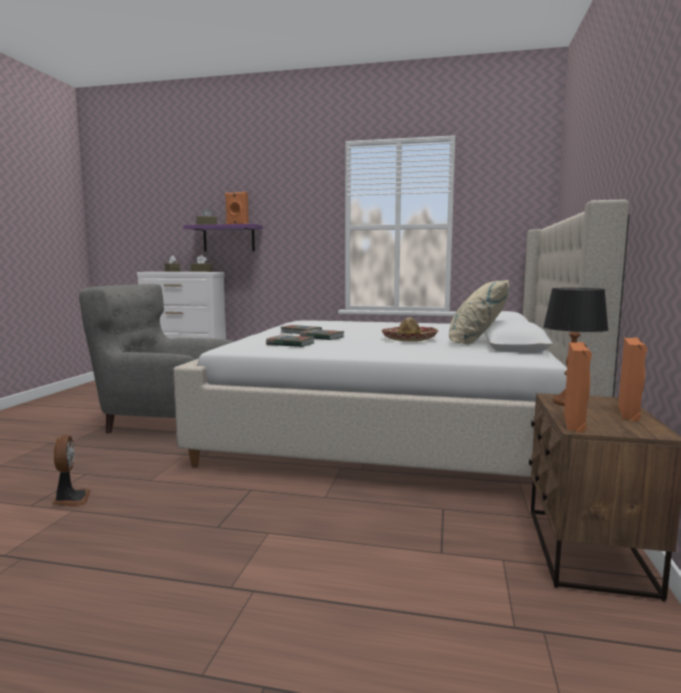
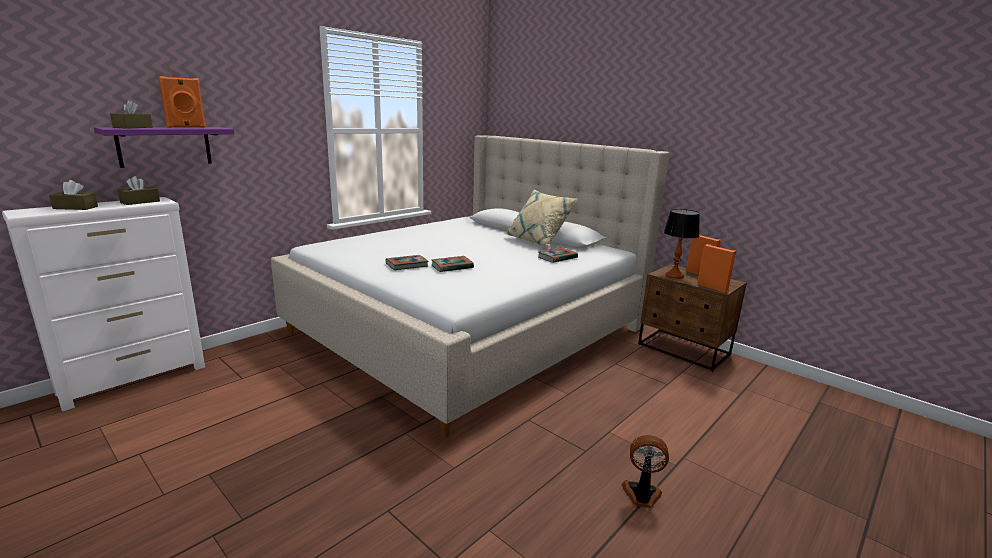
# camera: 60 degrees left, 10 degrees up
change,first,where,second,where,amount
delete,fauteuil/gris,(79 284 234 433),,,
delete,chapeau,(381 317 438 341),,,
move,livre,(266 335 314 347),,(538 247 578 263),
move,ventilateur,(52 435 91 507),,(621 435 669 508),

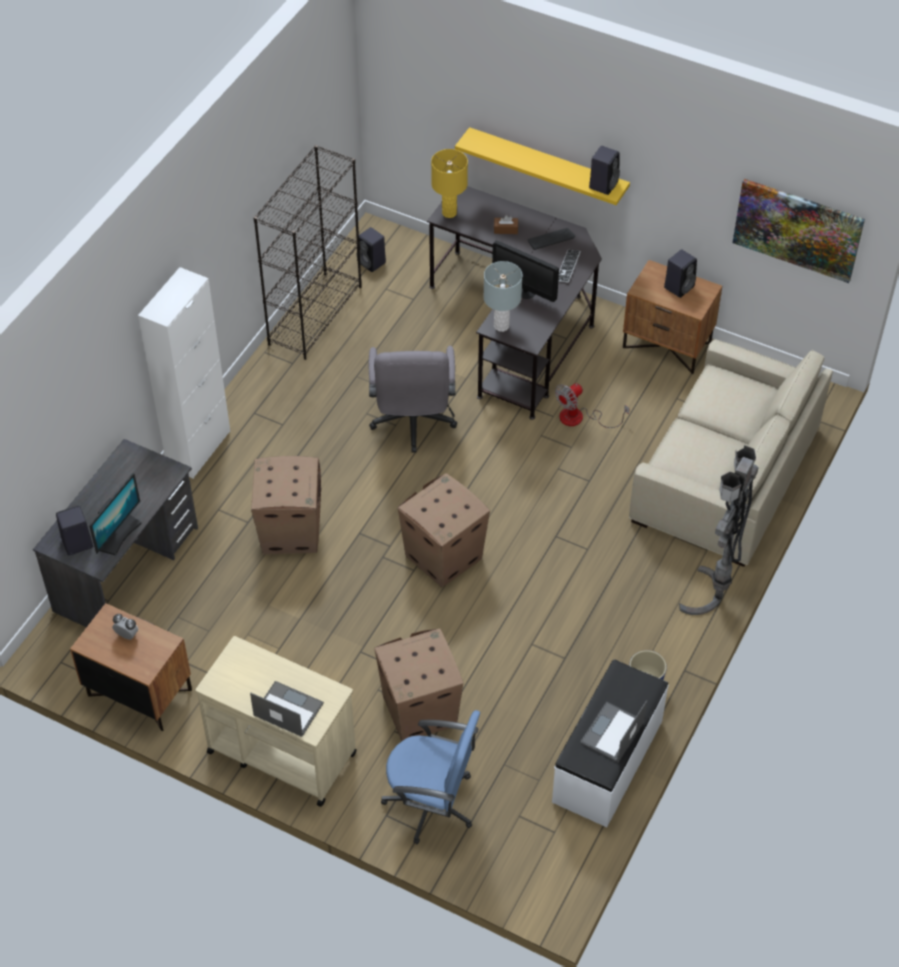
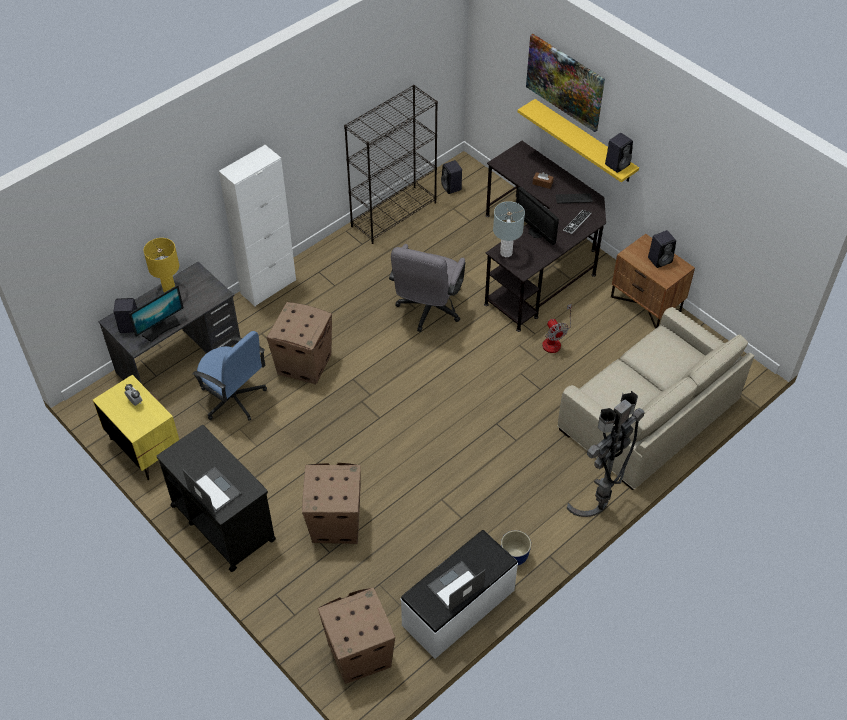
# camera: 20 degrees right, 0 degrees up
change,first,where,second,where,amount
move,lampe de table/jaune,(431 149 468 218),,(144 238 179 293),
move,tableau,(733 179 865 283),,(526 34 605 132),
rotate,ventilateur,(555 383 630 428),,(542 304 572 353),90 degrees counterclockwise
move,carton,(398 473 490 587),,(318 588 395 684),
recolor,table de chevet/marron,(70 603 192 731),table de chevet/jaune,(93 375 179 480),
recolor,chariot/beige,(195 636 357 807),chariot/noir,(157 425 276 572),
move,chaise de bureau/bleu,(381 710 480 844),,(192 331 267 421),

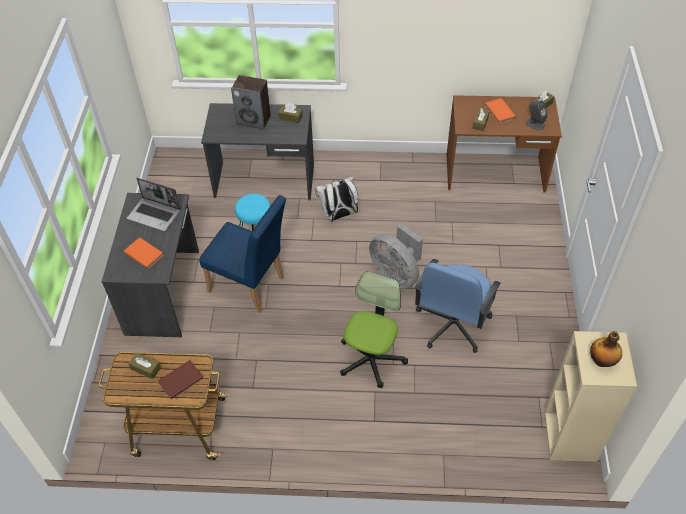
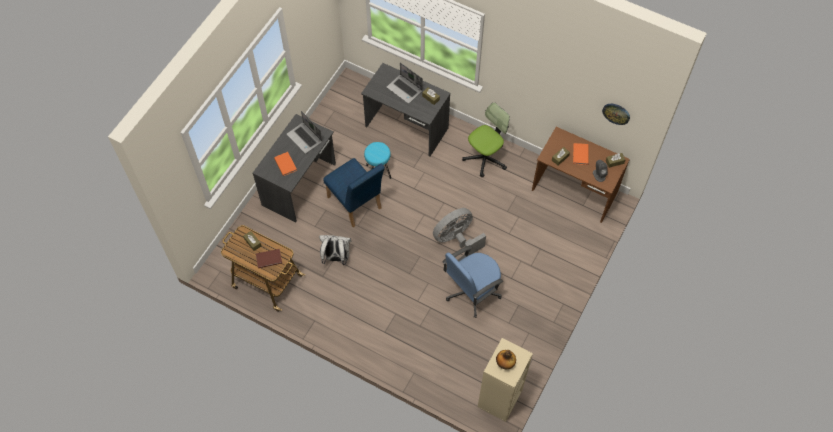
# camera: 25 degrees right, 10 degrees up
change,first,where,second,where,amount
replace,enceinte,(231 75 271 129),ordinateur portable,(387 63 423 104),
move,sac à dos/blanc,(315 177 358 222),,(319 235 352 265),
rotate,ventilateur/gris,(369 223 423 289),,(433 208 486 256),75 degrees clockwise
move,chaise de bureau,(340 271 408 388),,(462 102 510 177),
insert,,,horloge murale,(602 104 630 125),

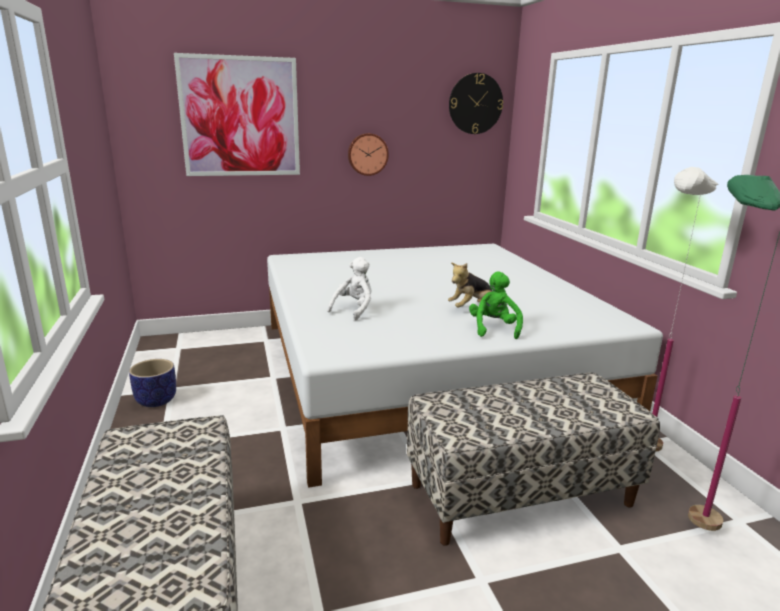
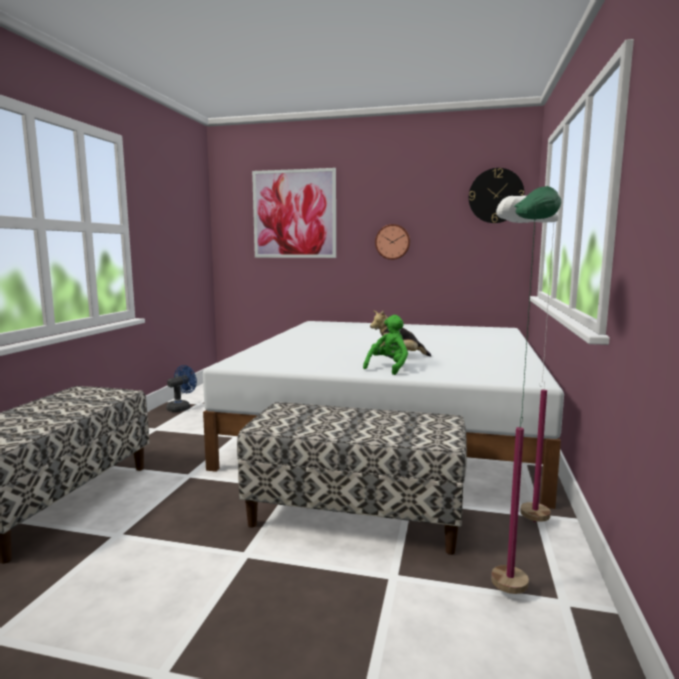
# camera: 30 degrees right, 10 degrees down
change,first,where,second,where,amount
delete,peluche/blanc,(327 257 371 320),,,
replace,cache-pot,(129 359 176 407),ventilateur/bleu,(166 365 197 412),

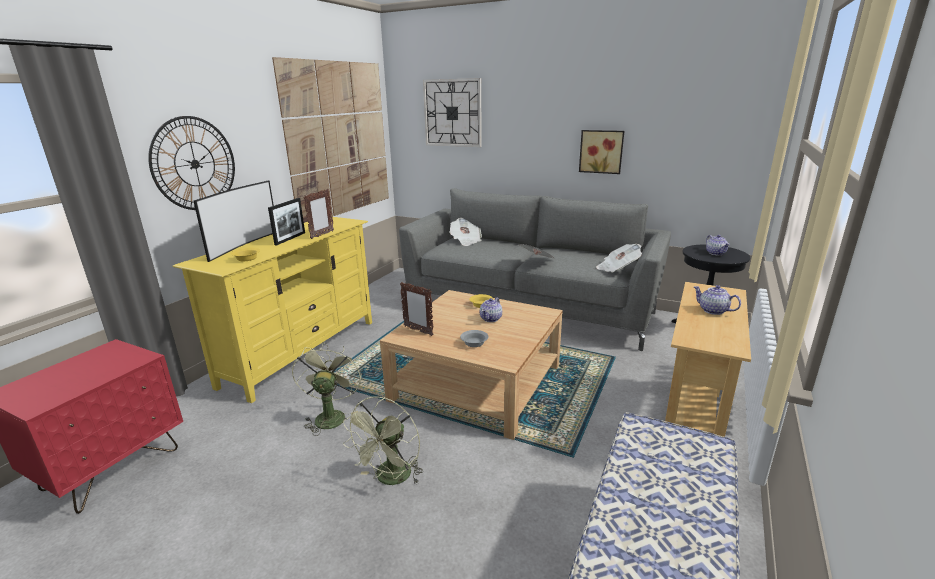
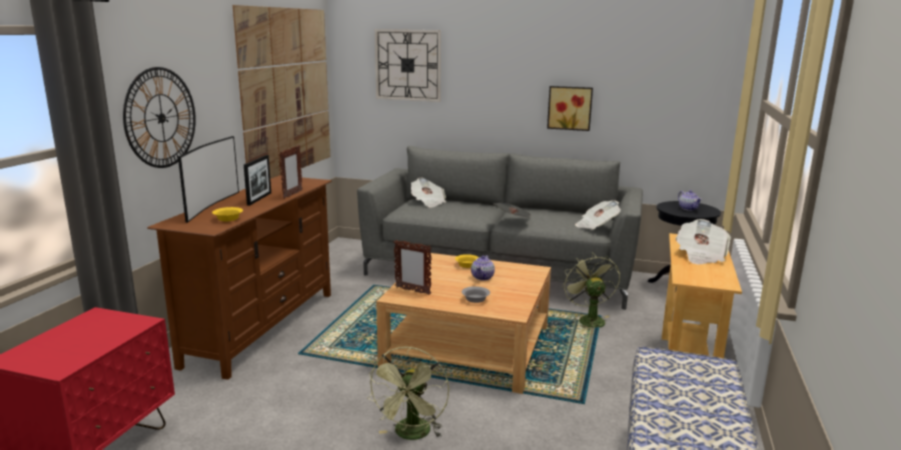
# camera: 10 degrees left, 5 degrees down
change,first,where,second,where,amount
recolor,meuble télé/jaune,(172 217 372 403),meuble télé/marron,(147 176 332 380),
replace,théière,(694 285 741 315),journal,(676 219 731 264),
move,ventilateur/vert,(292 342 362 436),,(562 253 620 330),

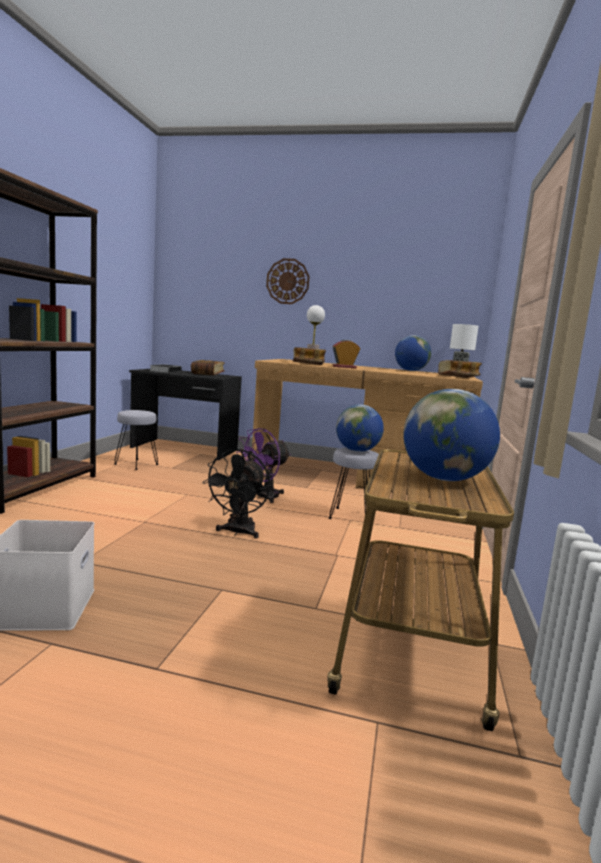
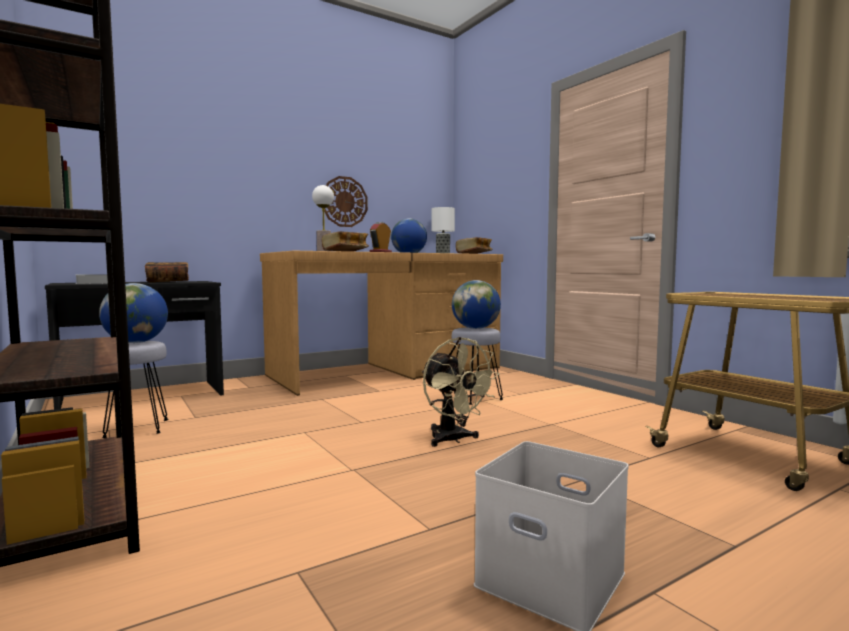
# camera: 45 degrees left, 5 degrees down
change,first,where,second,where,amount
move,horloge murale,(266 258 310 304),,(324 176 368 227),
move,globe,(403 389 500 481),,(99 283 168 343),
delete,ventilateur/violet,(236 428 291 503),,,
recolor,ventilateur/noir,(202 449 270 539),ventilateur/beige,(422 337 500 447),

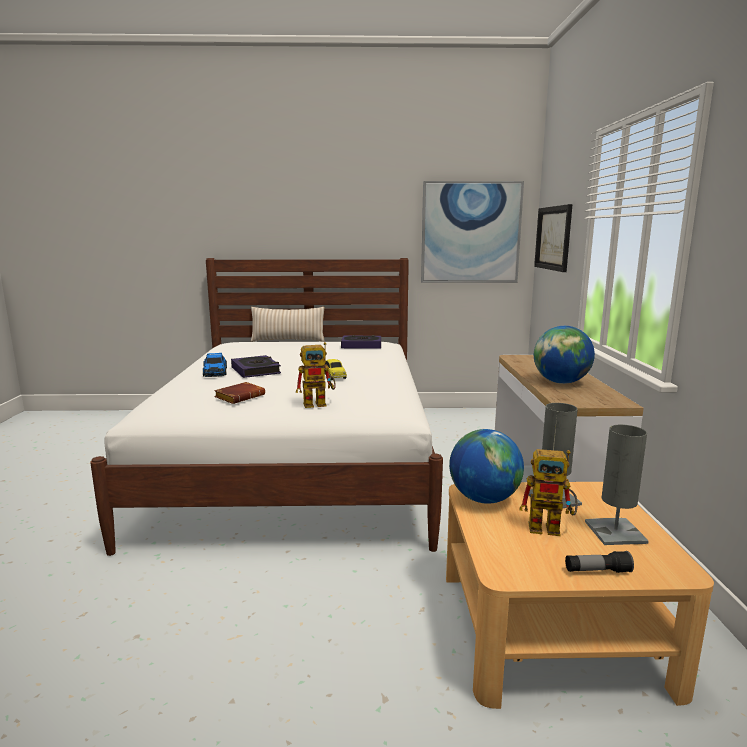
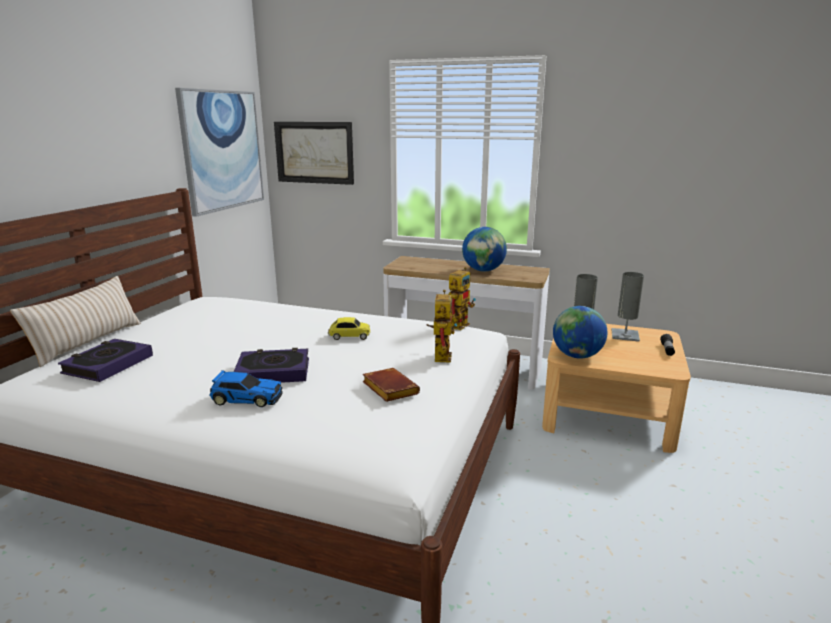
# camera: 70 degrees left, 5 degrees up
change,first,where,second,where,amount
move,livre,(341 335 381 348),,(58 339 153 382),
move,robot jouet,(519 449 577 536),,(449 267 476 330),

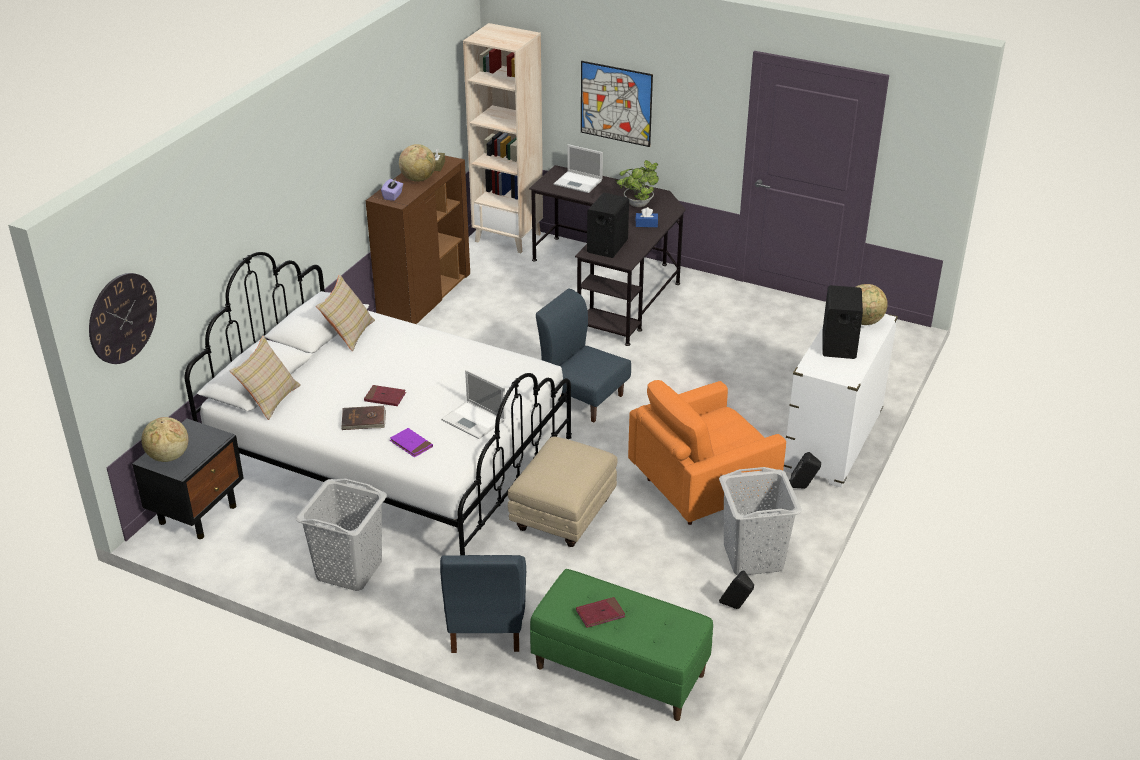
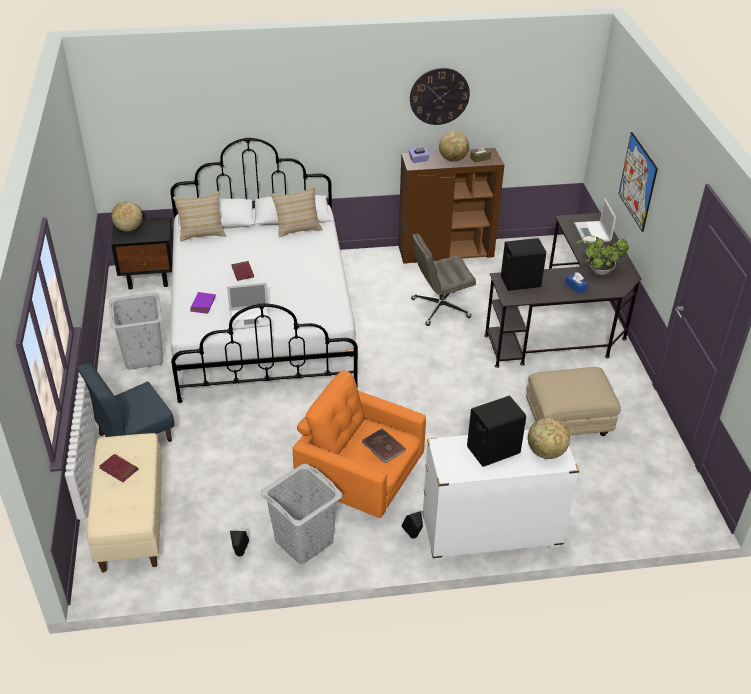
# camera: 55 degrees right, 5 degrees up
change,first,where,second,where,amount
delete,bibliothèque/beige,(463 23 543 253),,,
move,horloge murale,(89 273 157 364),,(410 68 470 125),
delete,chaise/bleu,(536 289 631 422),,,
rotate,ordinateur portable,(441 370 506 439),,(227 282 272 330),105 degrees counterclockwise
move,livre/marron,(341 406 386 430),,(362 428 406 463),
move,pouf/beige,(508 436 617 547),,(526 367 621 436),
recolor,banc/vert,(530 569 713 721),banc/beige,(87 433 162 572),
insert,,,chaise de bureau/gris,(411 233 476 326),

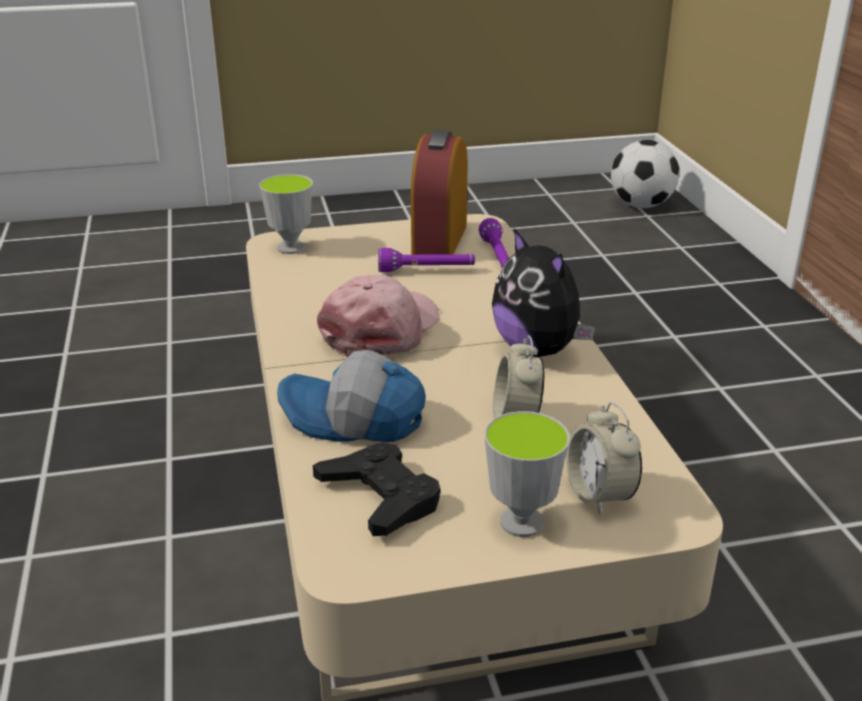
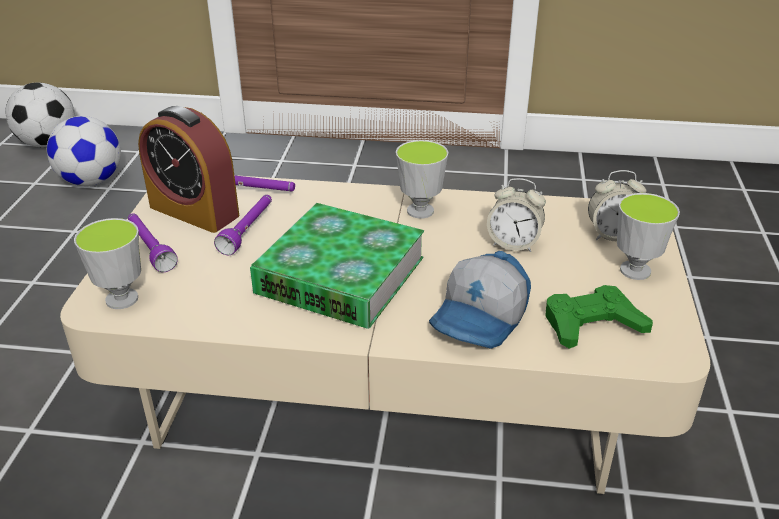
# camera: 70 degrees left, 5 degrees up
change,first,where,second,where,amount
replace,peluche,(492 228 595 357),tasse,(396 140 448 219),
replace,casquette/rose,(317 275 440 357),livre,(250 203 424 329),
recolor,manette/noir,(313 441 440 536),manette/vert,(545 285 653 349),
insert,,,ballon de foot,(47 116 121 186),
insert,,,lampe de poche/violet,(128 214 178 272),

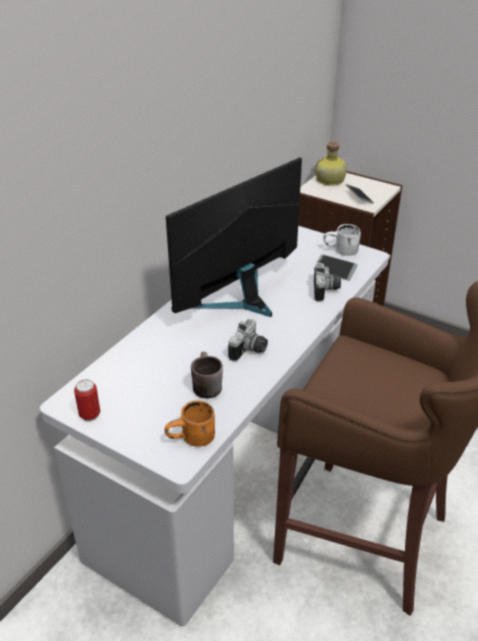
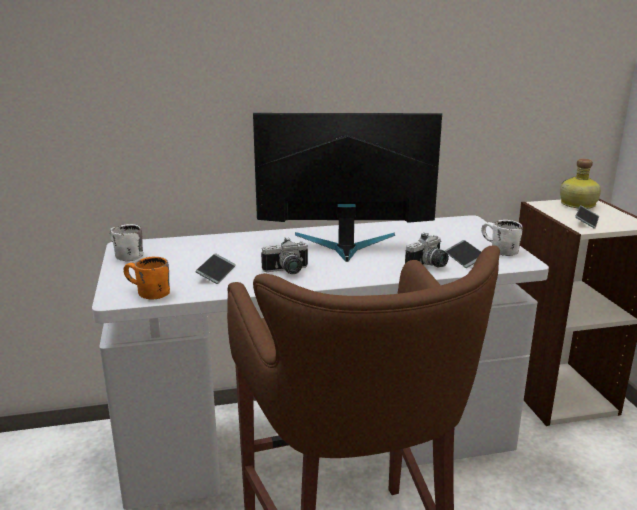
# camera: 45 degrees right, 15 degrees down
change,first,where,second,where,amount
replace,mug/marron,(191 352 223 398),téléphone,(195 253 236 284),
replace,boîte métallique,(74 379 100 421),mug/blanc,(109 224 143 261),

